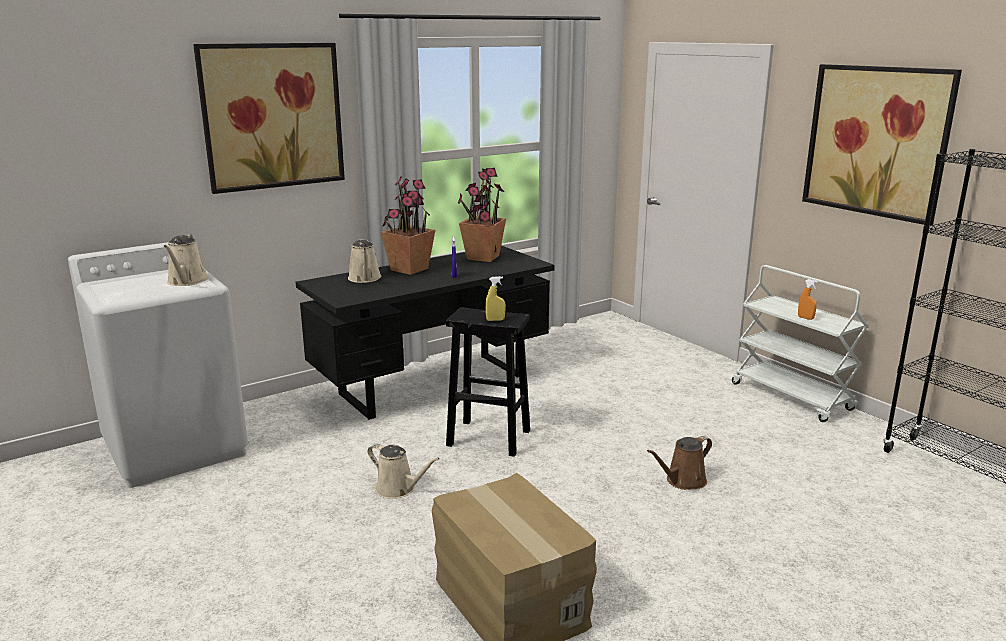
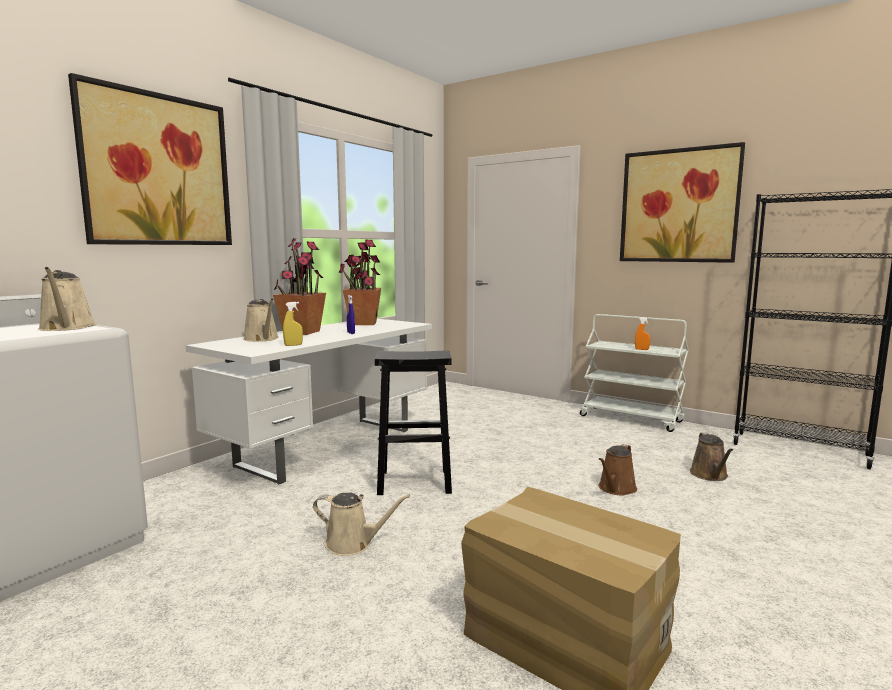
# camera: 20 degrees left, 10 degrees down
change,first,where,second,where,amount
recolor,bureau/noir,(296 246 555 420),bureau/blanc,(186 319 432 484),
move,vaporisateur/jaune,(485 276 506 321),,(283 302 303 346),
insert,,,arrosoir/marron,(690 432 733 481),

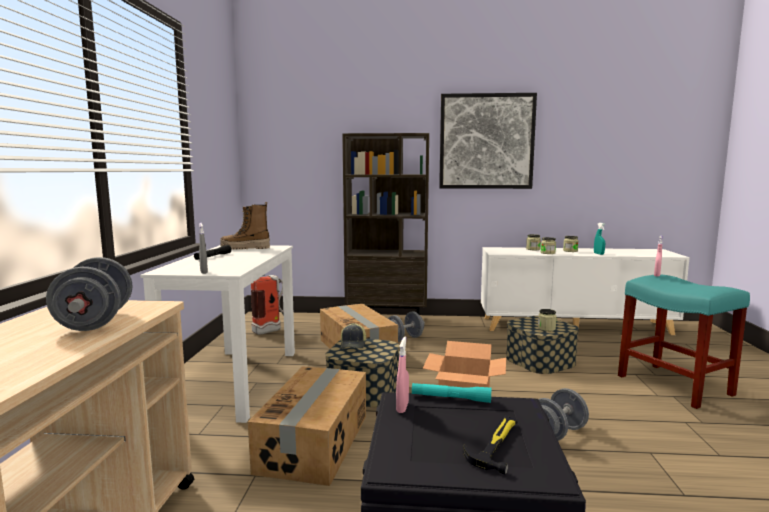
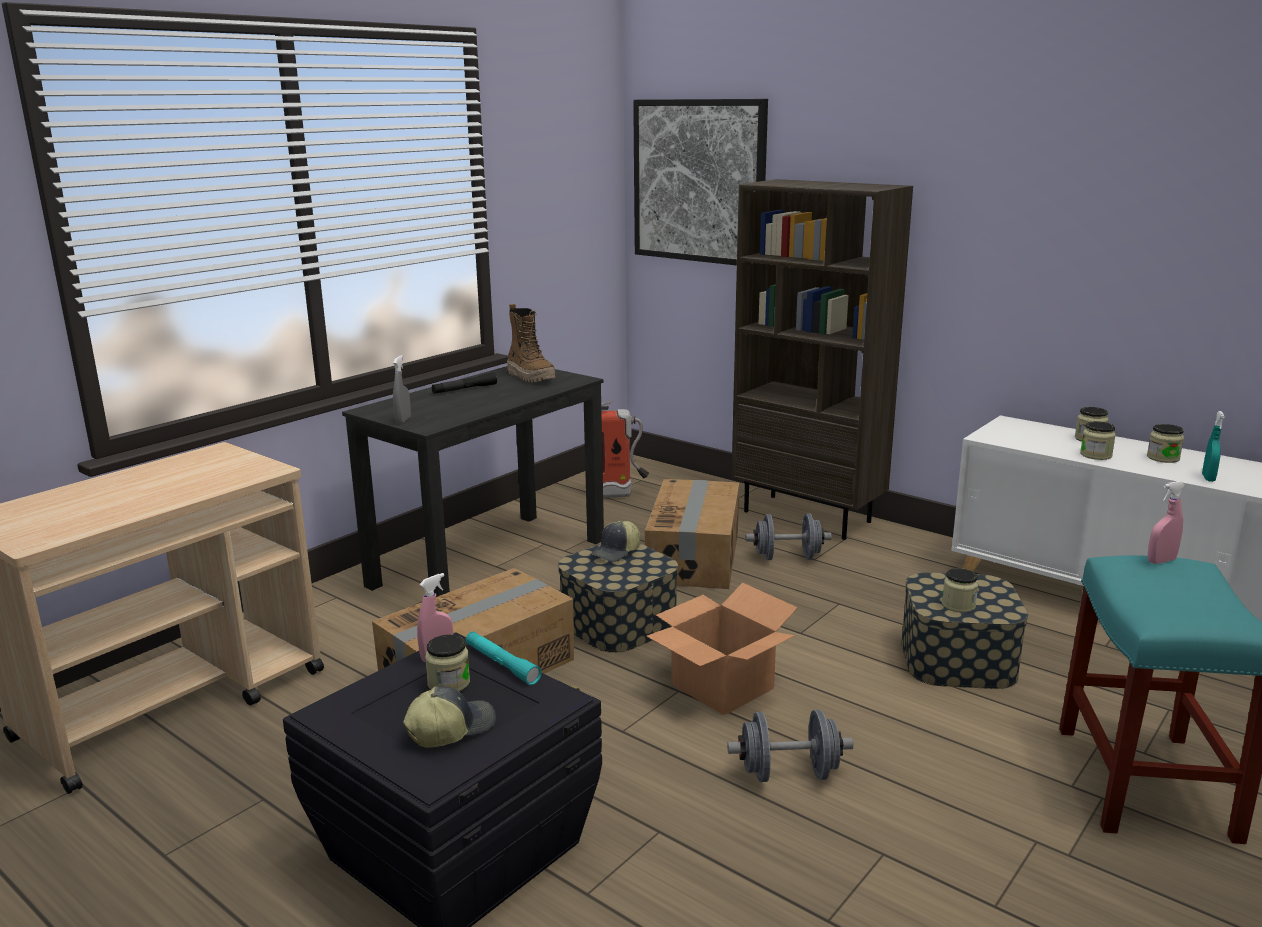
# camera: 35 degrees right, 10 degrees up
change,first,where,second,where,amount
move,tableau,(439 93 537 189),,(633 99 768 265),
rotate,botte,(220 202 270 250),,(507 304 556 382),150 degrees counterclockwise
recolor,bureau/blanc,(140 245 295 423),bureau/noir,(342 366 604 597),
delete,haltère/gris,(46 257 132 331),,,
replace,marteau,(463 415 518 474),casquette,(403 686 496 748),
insert,,,bocal,(425 635 470 691),

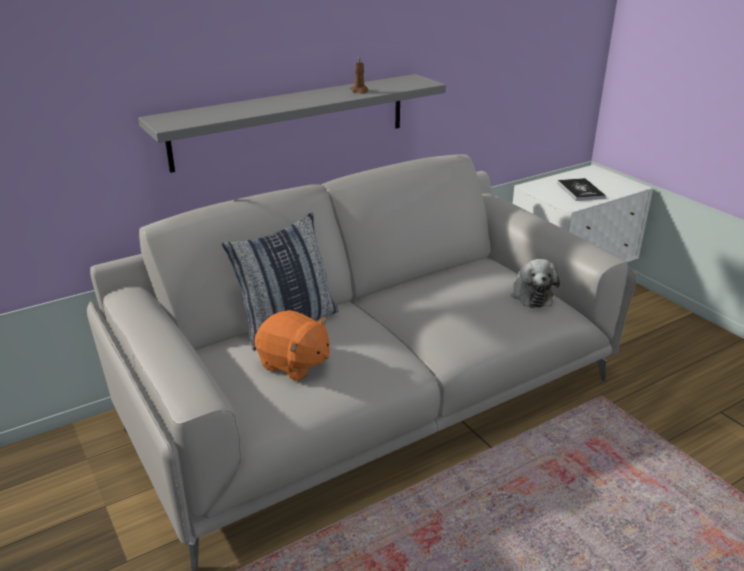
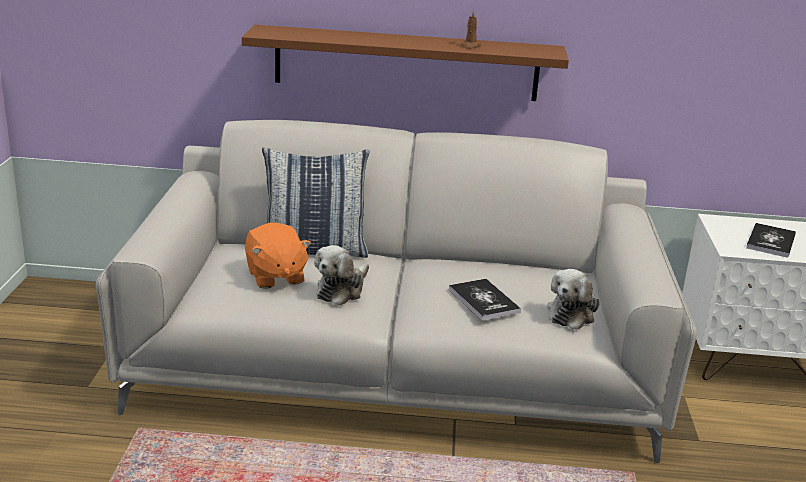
# camera: 35 degrees right, 5 degrees down
change,first,where,second,where,amount
recolor,étagère/gris,(138 74 446 173),étagère/marron,(242 25 569 101),
insert,,,peluche,(314 245 369 305),
insert,,,livre,(449 279 521 321),

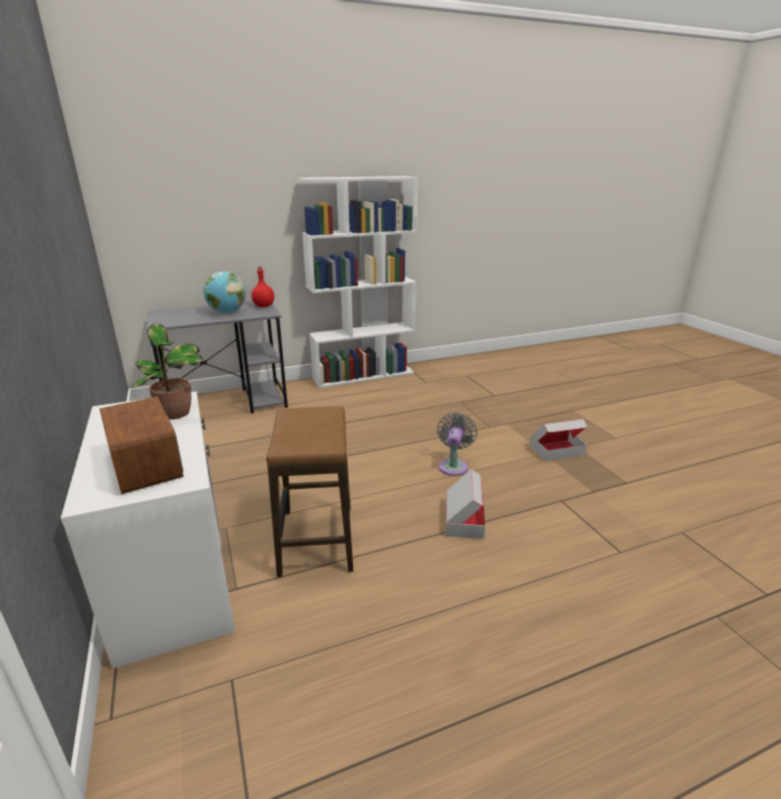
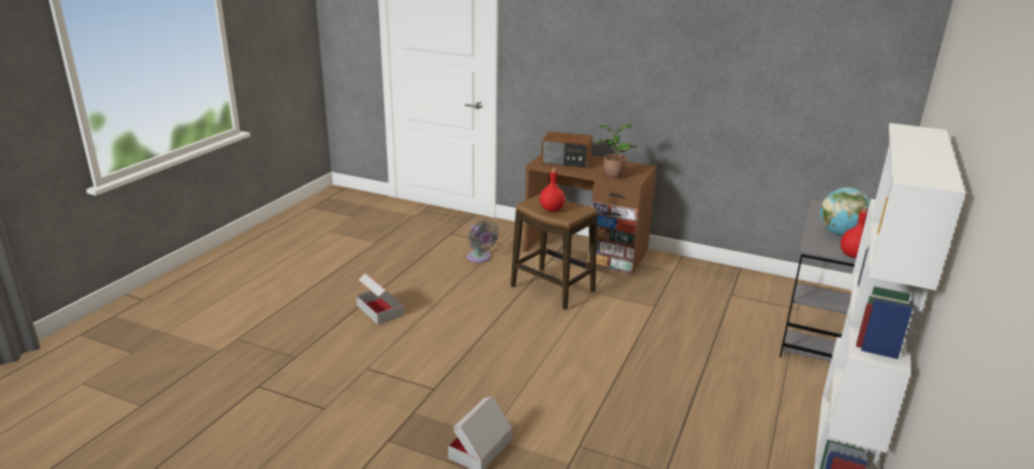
# camera: 135 degrees right, 0 degrees up
change,first,where,second,where,amount
recolor,bureau/blanc,(61 391 235 669),bureau/marron,(524 155 657 274),
move,ventilateur/gris,(437 413 477 476),,(467 220 499 263),
move,carton,(446 469 485 539),,(356 273 404 324),
insert,,,bouteille/rouge,(540 168 565 212),

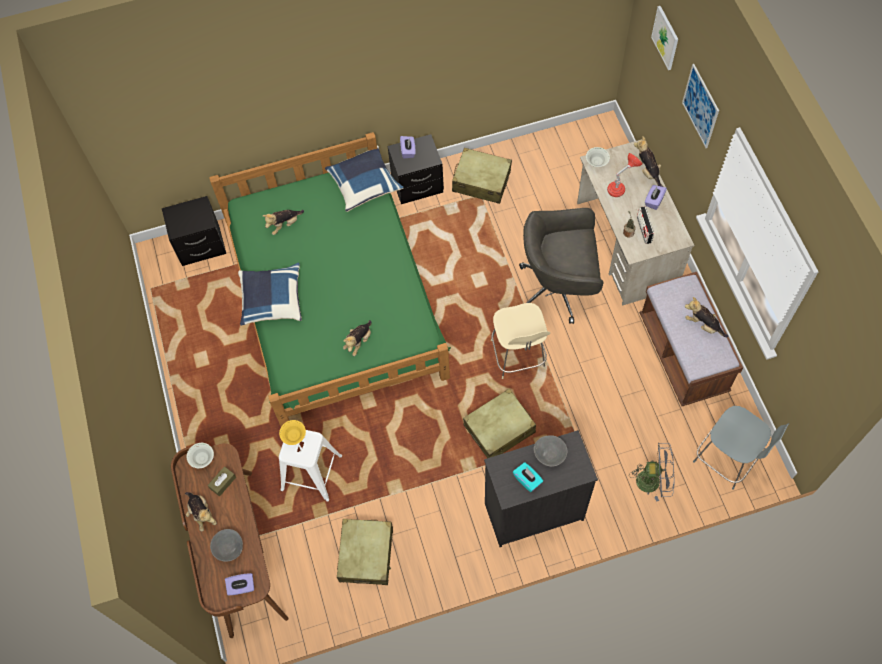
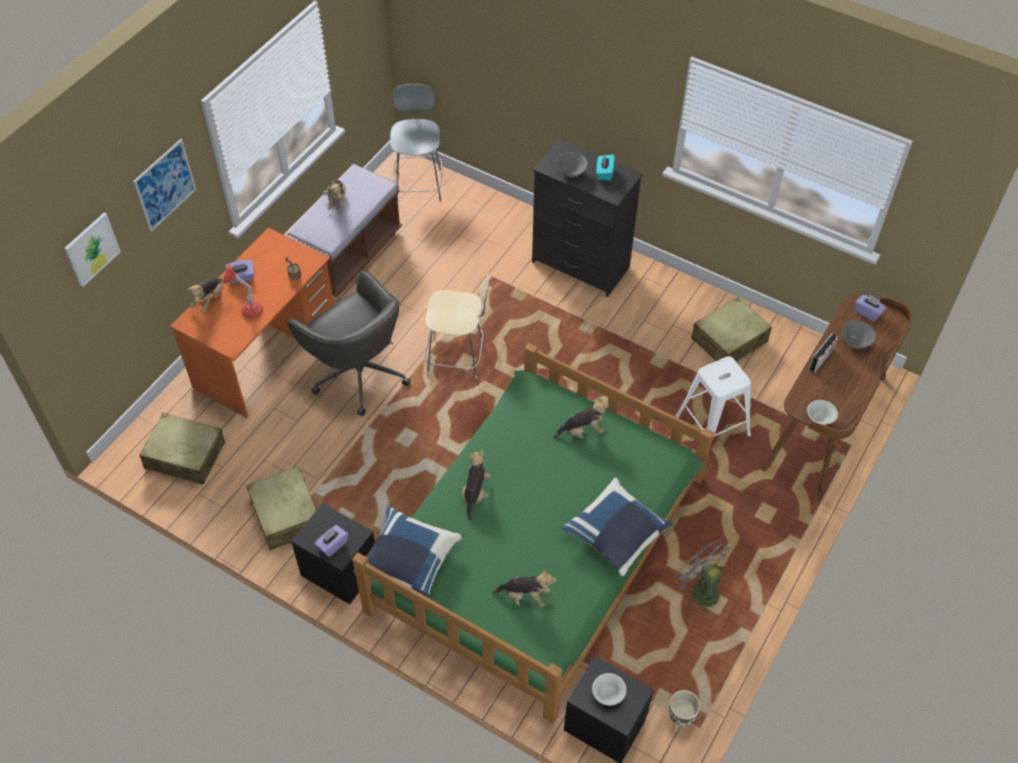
# camera: 135 degrees left, 10 degrees down
change,first,where,second,where,amount
recolor,bureau/beige,(577 139 695 306),bureau/orange,(170 228 334 418),
move,bol/blanc,(586 147 610 167),,(592 673 626 705),
move,radio,(637 206 654 244),,(808 333 839 373),
rotate,chaise/beige,(491 303 550 379),,(424 271 489 379),60 degrees clockwise
move,valise/beige,(463 389 536 458),,(139 413 225 485),
delete,bol/jaune,(279 420 306 445),,,
move,ventilateur/gris,(629 443 675 502),,(674 539 731 614),
delete,boîte à mouchoirs/marron,(208 466 236 496),,,
move,peluche,(185 492 217 531),,(462 449 491 521),
insert,,,cache-pot/beige,(669 690 700 731),

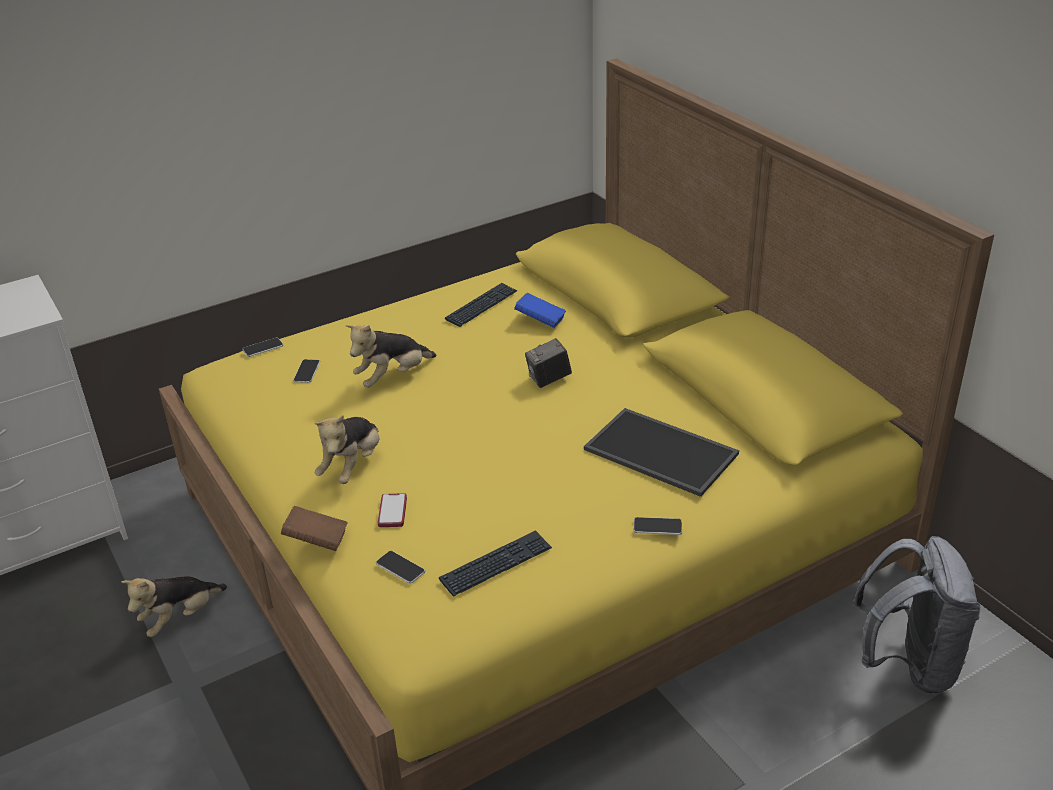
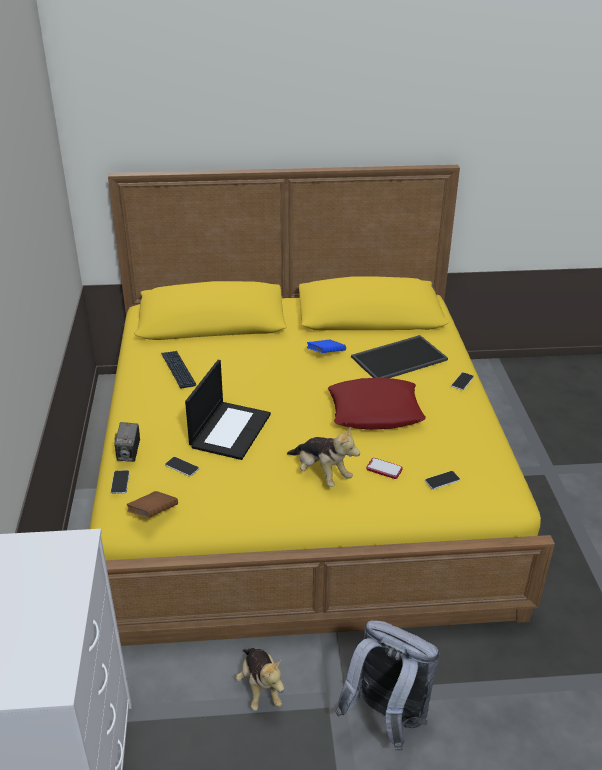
# camera: 65 degrees left, 0 degrees up
change,first,where,second,where,amount
move,livre/bleu,(514 293 566 328),,(307 340 346 353),
replace,peluche,(345 325 436 387),ordinateur portable,(185 360 271 460),
move,appareil photo,(525 338 572 388),,(114 422 140 462),
move,livre/marron,(281 506 348 551),,(126 491 178 518),
delete,clavier,(439 530 552 597),,,
move,sac à dos/gris,(852 536 980 694),,(335 621 440 751),
insert,,,coussin/rouge,(328 378 426 430),

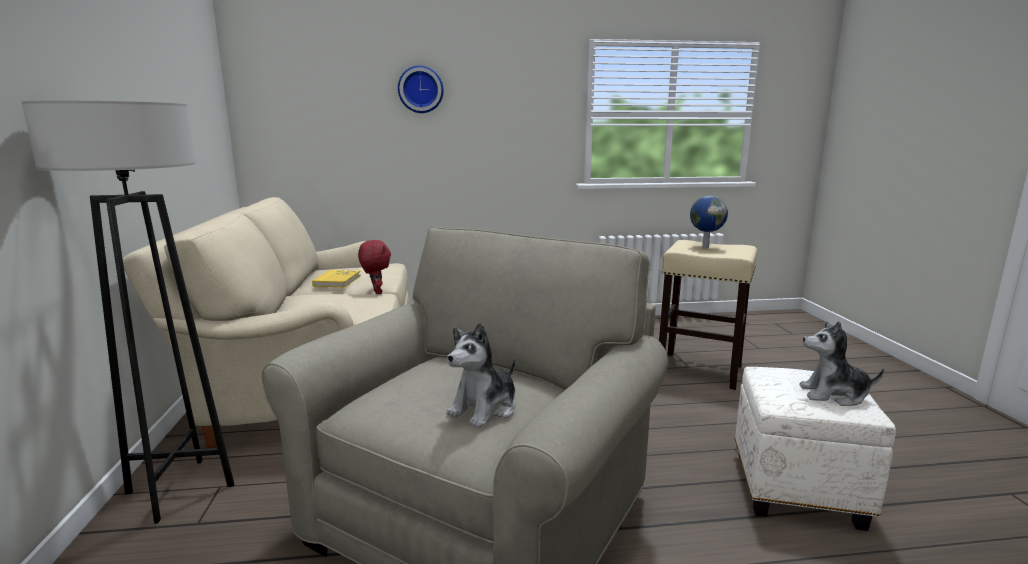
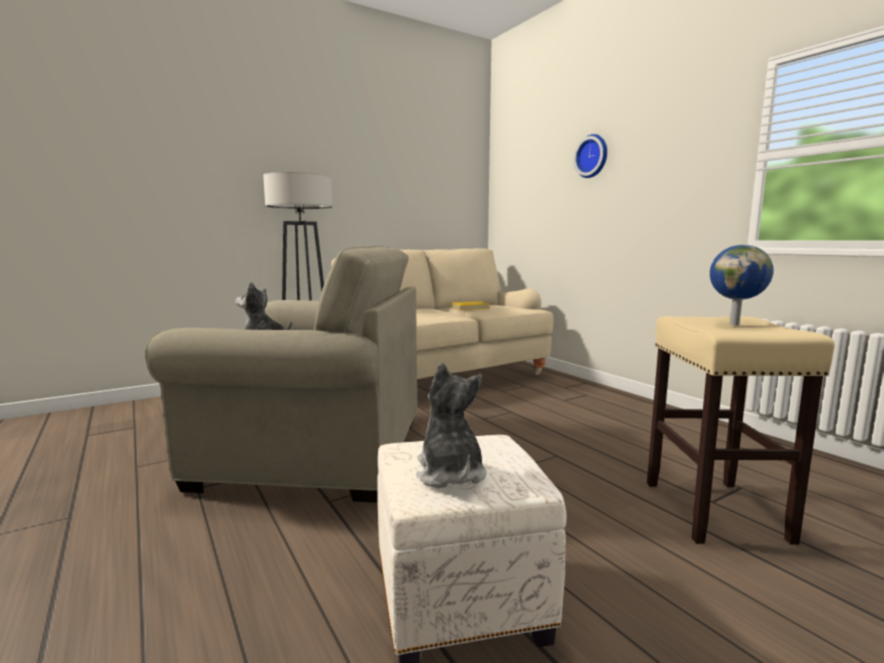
# camera: 65 degrees right, 5 degrees down
change,first,where,second,where,amount
delete,peluche/rouge,(358 240 391 294),,,

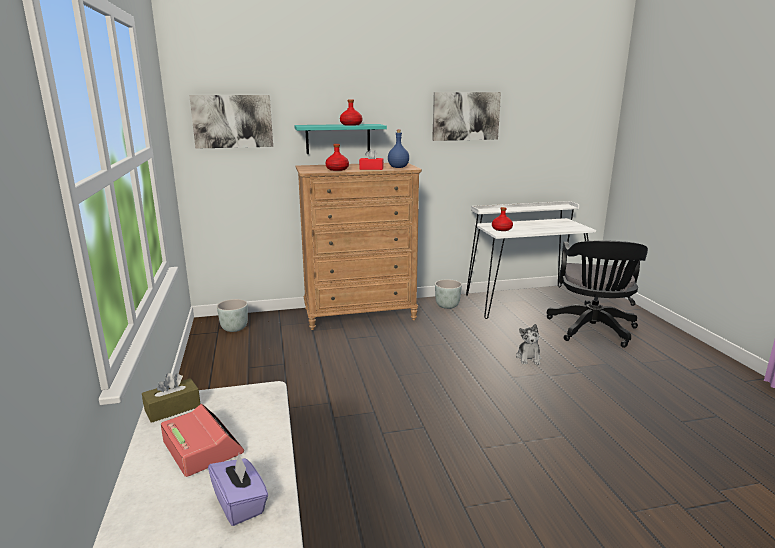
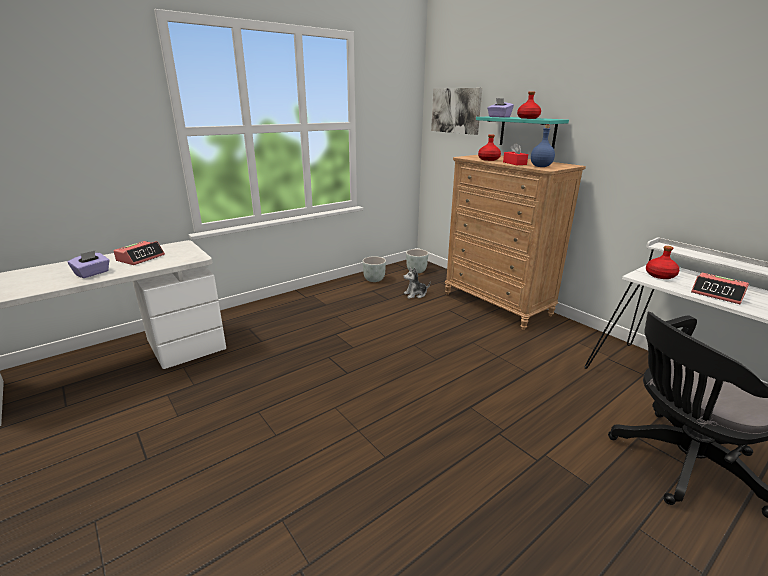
# camera: 65 degrees right, 5 degrees up
change,first,where,second,where,amount
delete,tableau,(432 92 501 141),,,
move,cache-pot/gris,(435 279 462 309),,(362 256 386 282),
move,peluche,(516 324 541 365),,(403 268 430 298),
delete,boîte à mouchoirs/marron,(142 373 200 423),,,
insert,,,boîte à mouchoirs/violet,(487 98 514 118),
insert,,,réveil,(691 273 749 304),

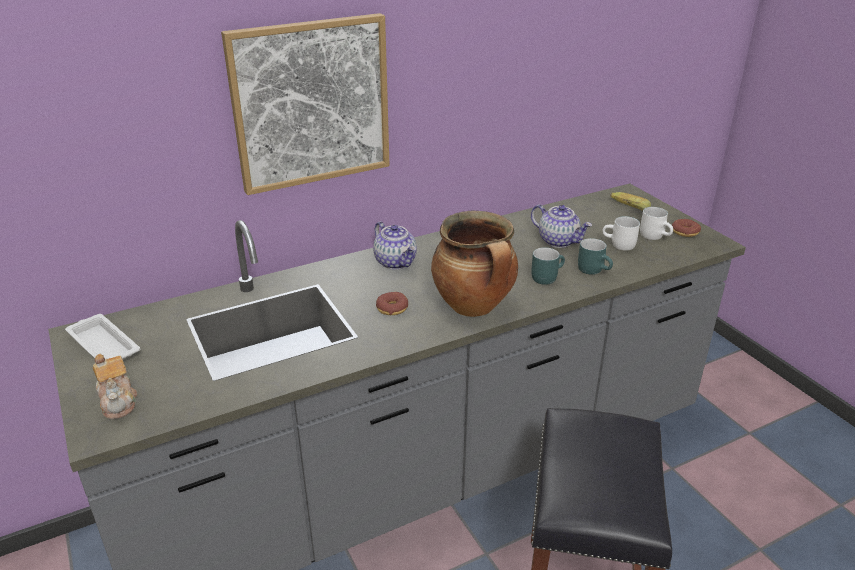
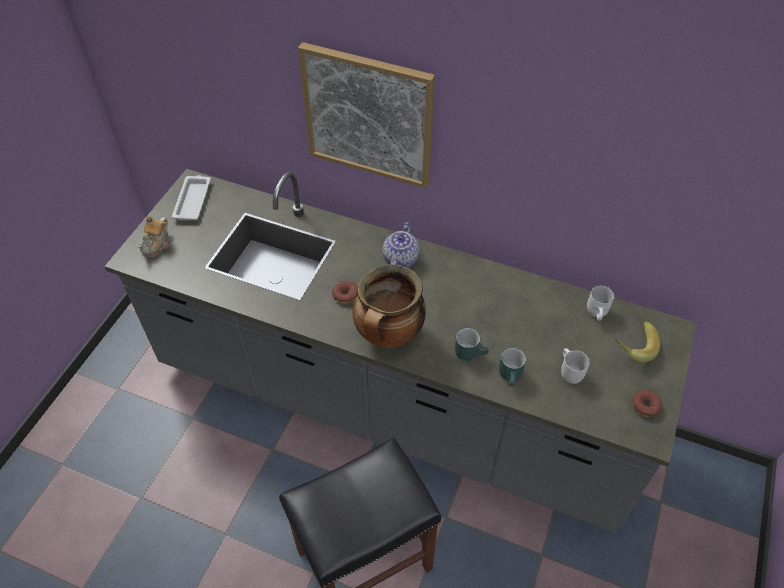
# camera: 50 degrees right, 20 degrees up
change,first,where,second,where,amount
delete,théière,(531 204 592 248),,,
move,mug/blanc,(640 207 673 240),,(587 286 614 321),

